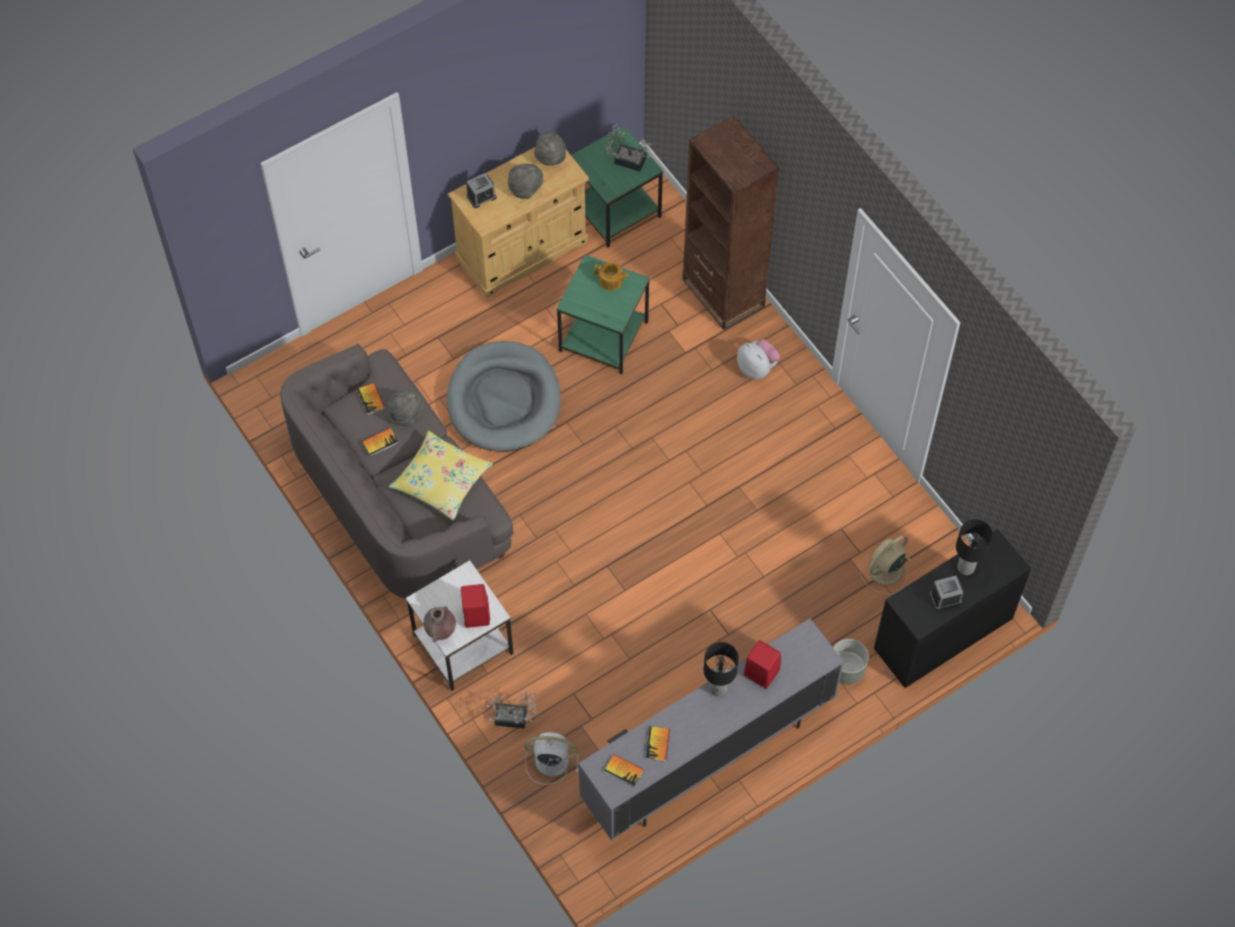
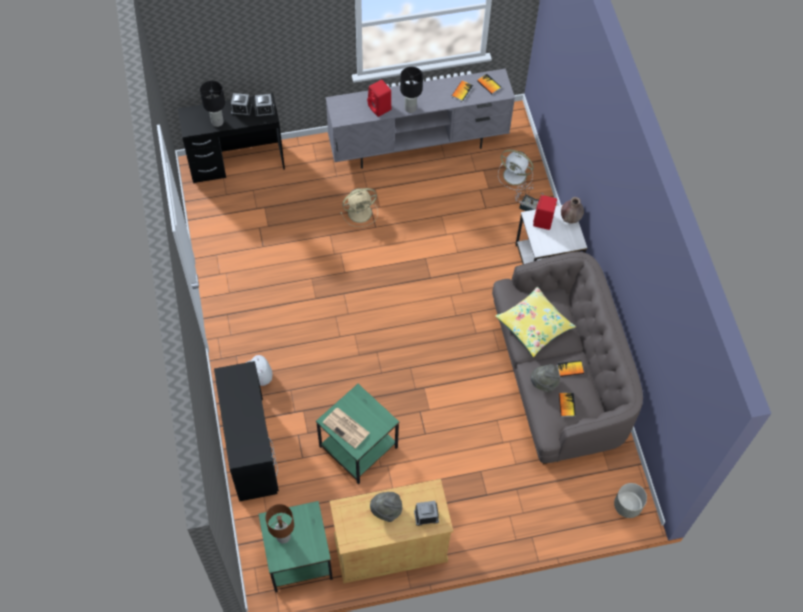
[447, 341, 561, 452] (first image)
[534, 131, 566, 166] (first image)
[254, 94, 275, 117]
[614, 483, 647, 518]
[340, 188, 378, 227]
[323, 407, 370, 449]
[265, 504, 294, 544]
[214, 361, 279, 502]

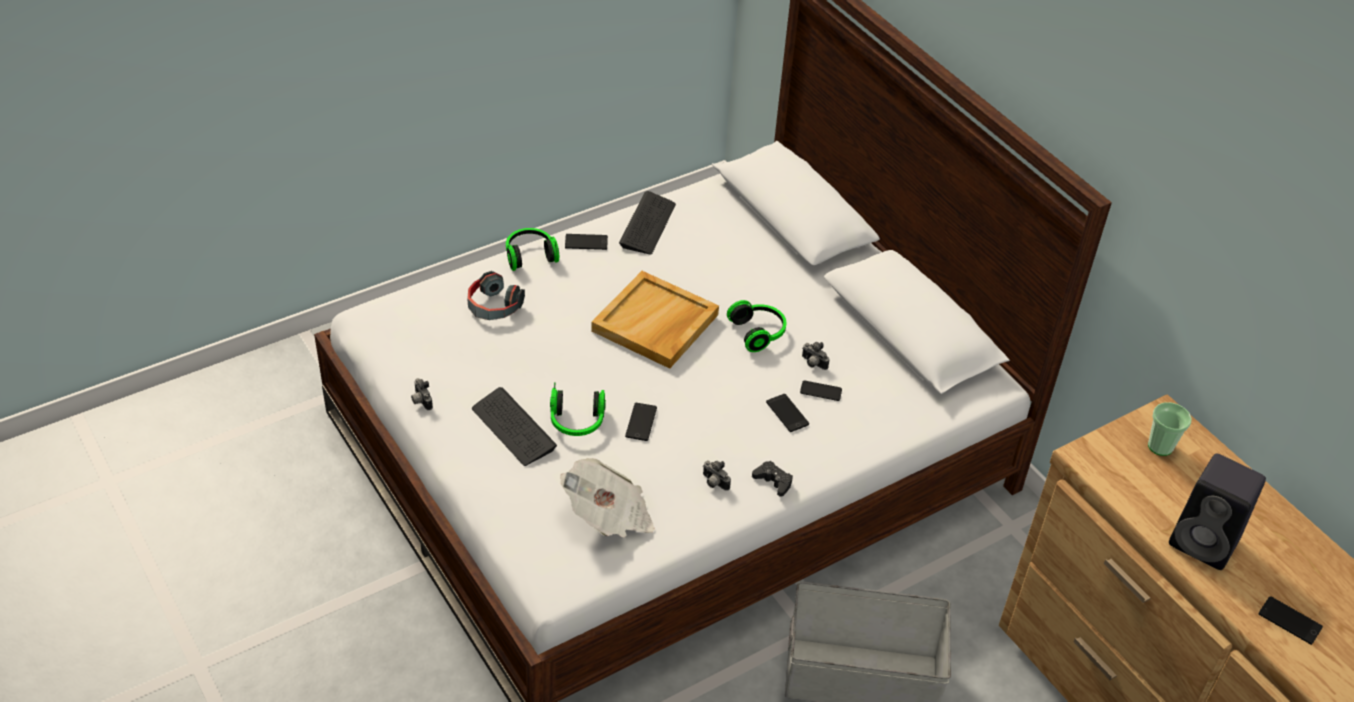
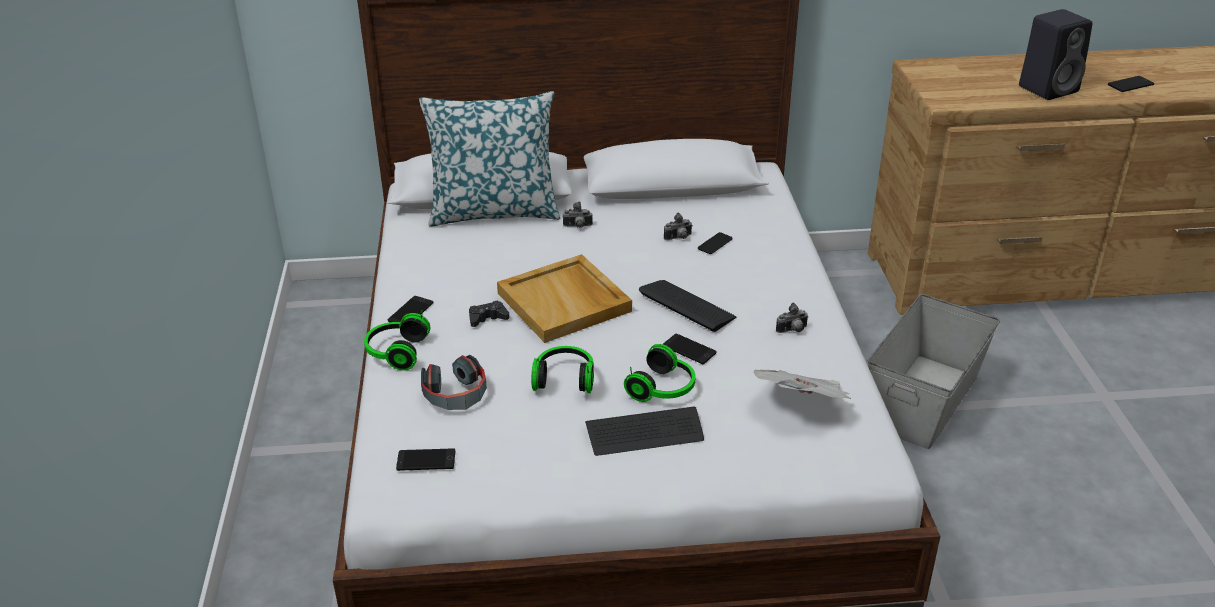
[1148, 402, 1192, 456] (first image)
[419, 91, 560, 227]
[562, 201, 593, 228]
[639, 280, 736, 332]
[531, 346, 594, 393]
[469, 301, 509, 327]
[396, 449, 455, 471]

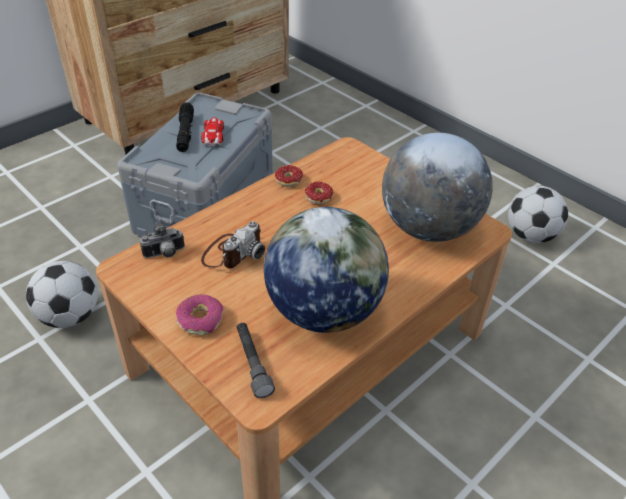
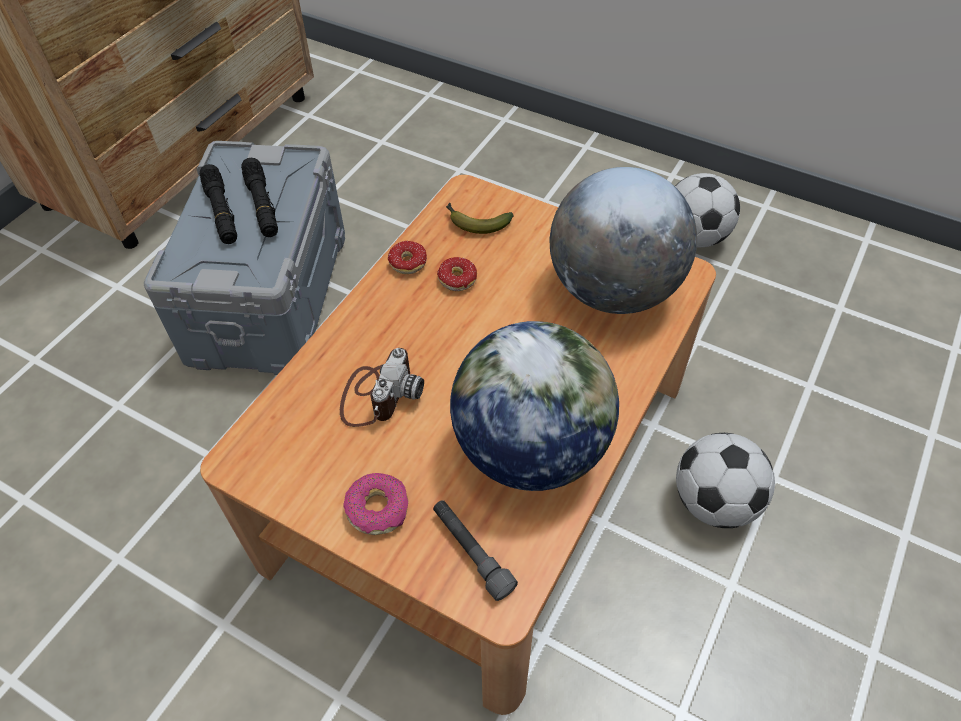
[140, 220, 185, 258] (first image)
[446, 203, 514, 234]
[676, 433, 775, 528]
[241, 158, 278, 237]

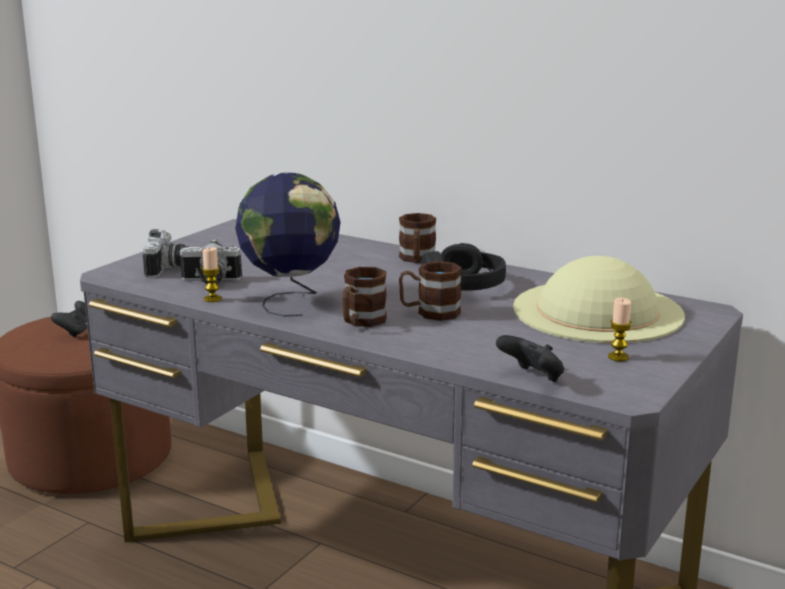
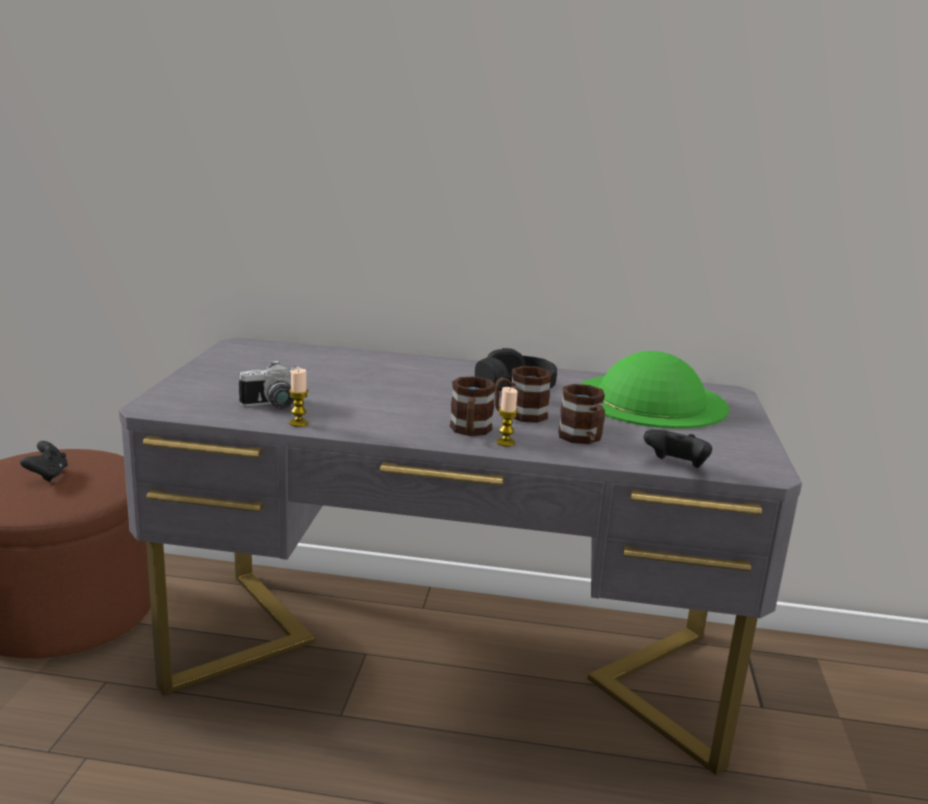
[143, 229, 189, 278] (first image)
[235, 173, 340, 317] (first image)
[558, 384, 605, 444]
[496, 387, 518, 447]
[581, 351, 729, 429]

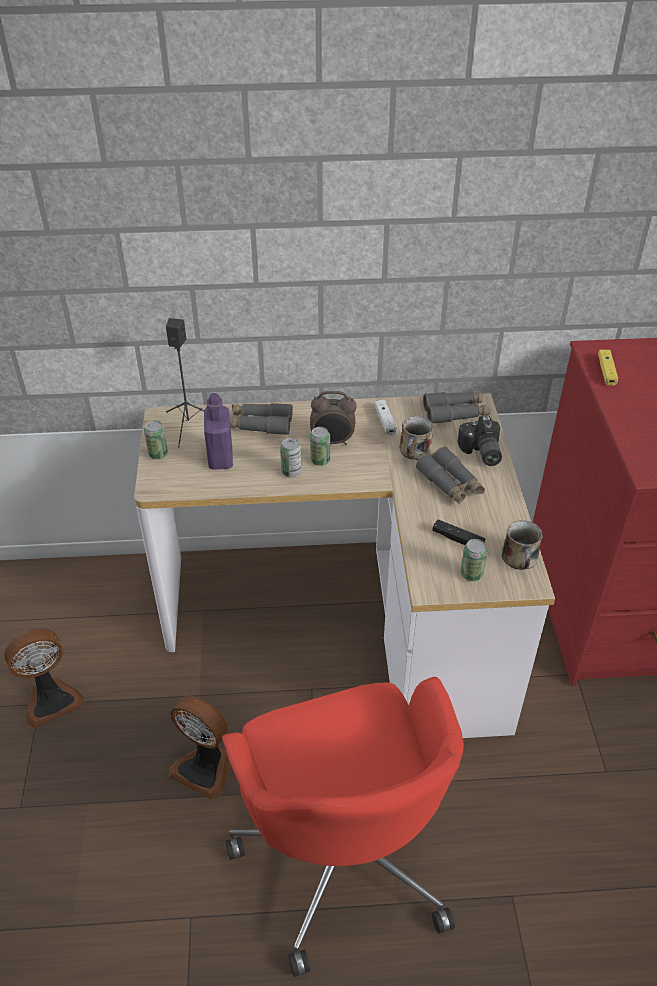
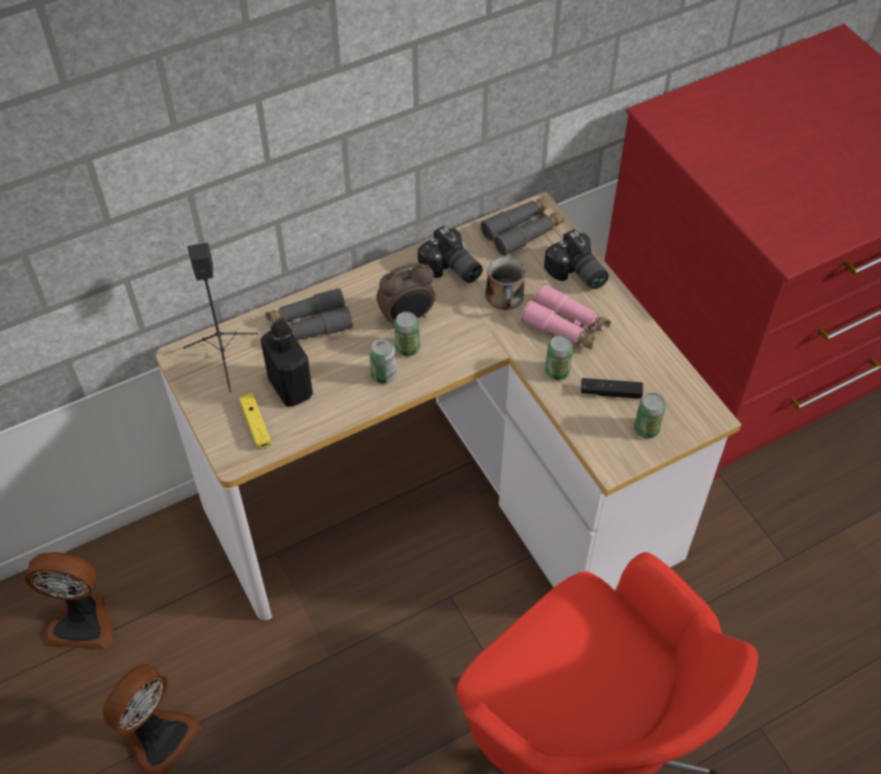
[502, 520, 543, 570] (first image)
[545, 335, 573, 381]
[25, 552, 113, 650]
[239, 393, 271, 450]
[418, 226, 483, 283]
[261, 320, 313, 407]
[521, 284, 611, 350]

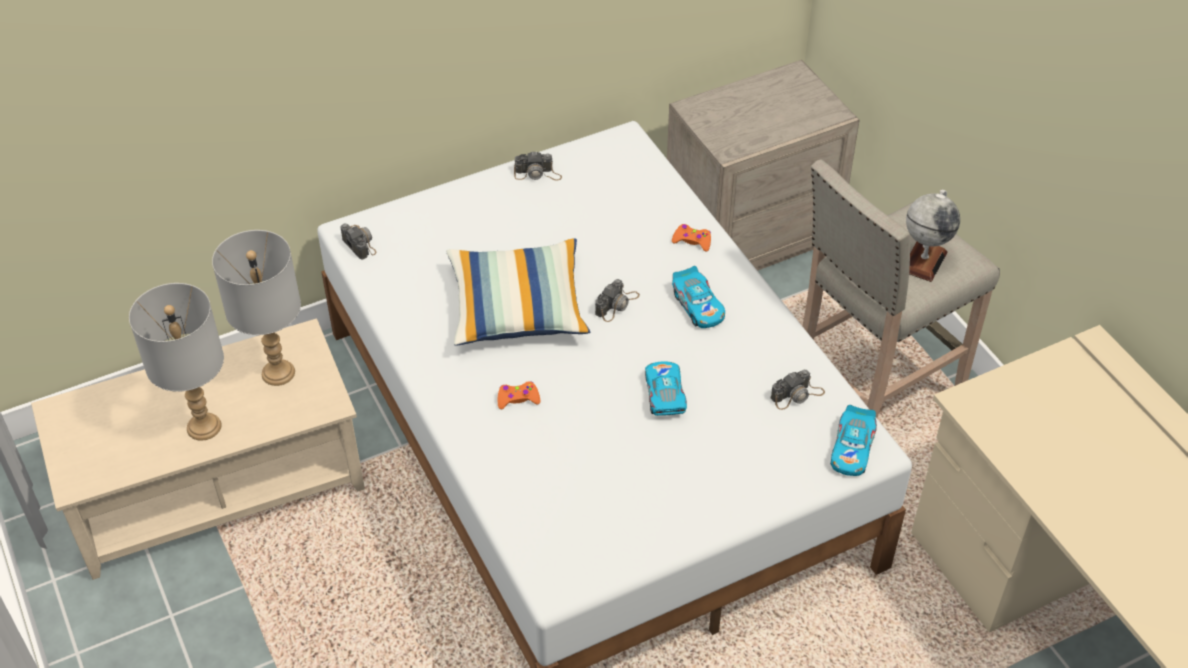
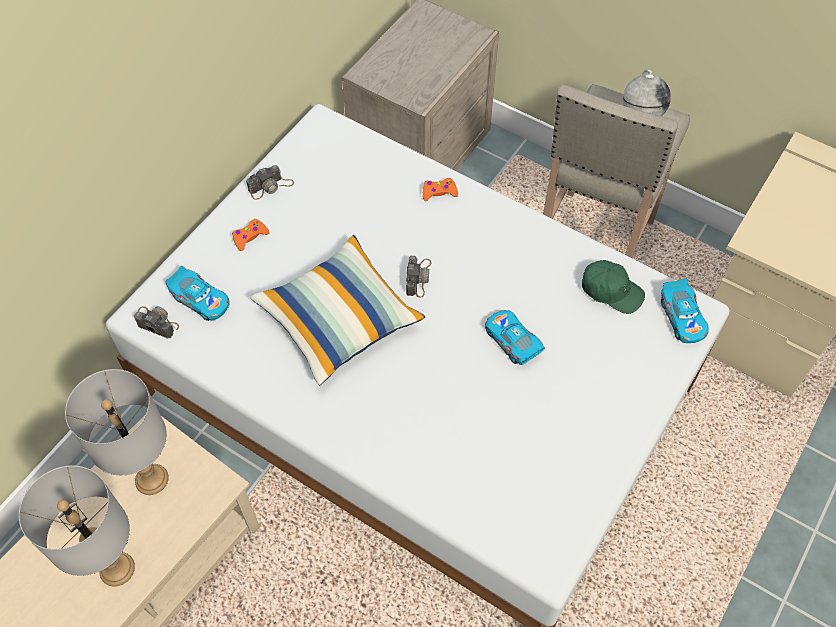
[232, 219, 270, 251]
[165, 266, 230, 321]
[582, 260, 645, 314]

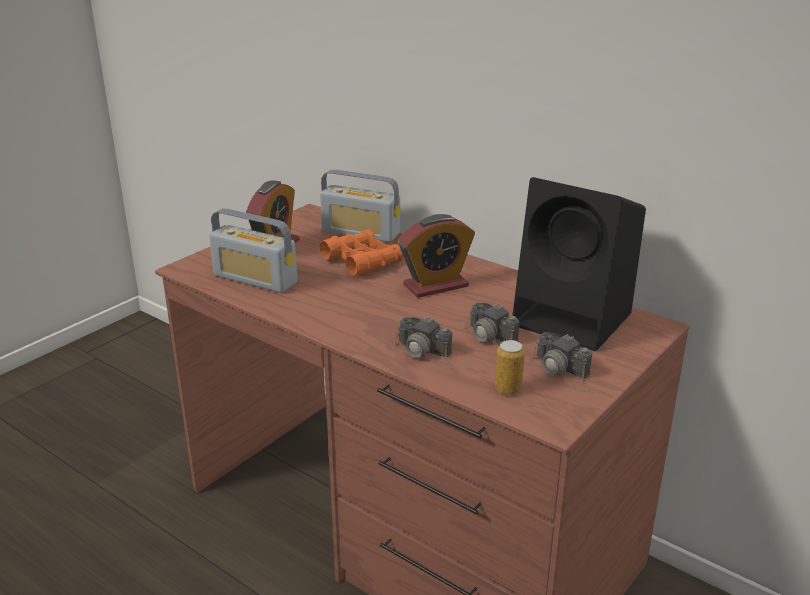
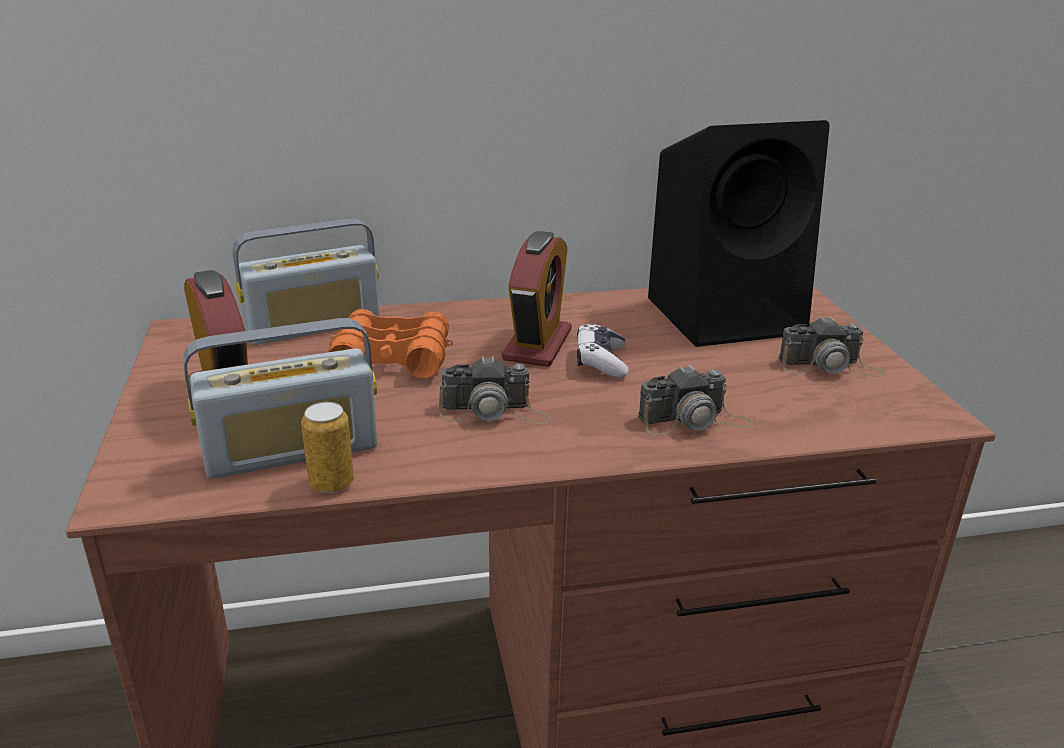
[577, 323, 629, 378]
[439, 356, 551, 424]
[301, 402, 354, 493]

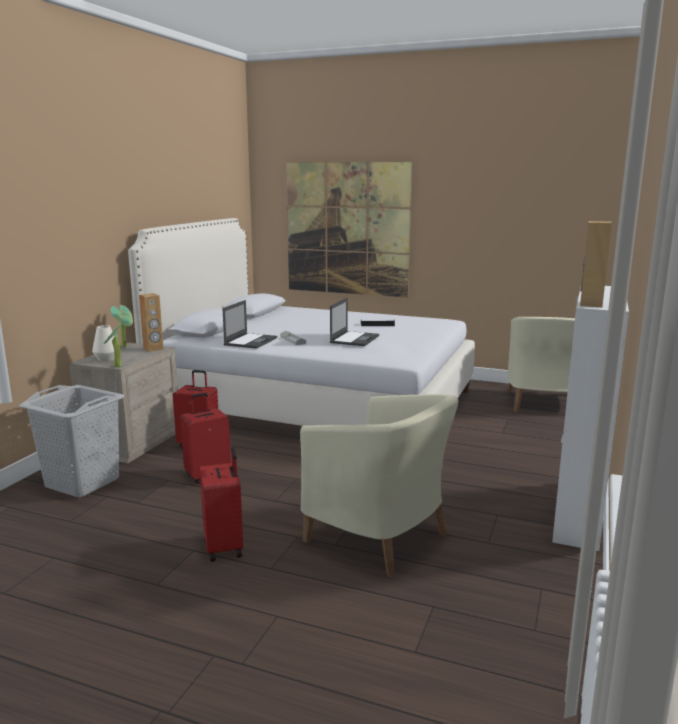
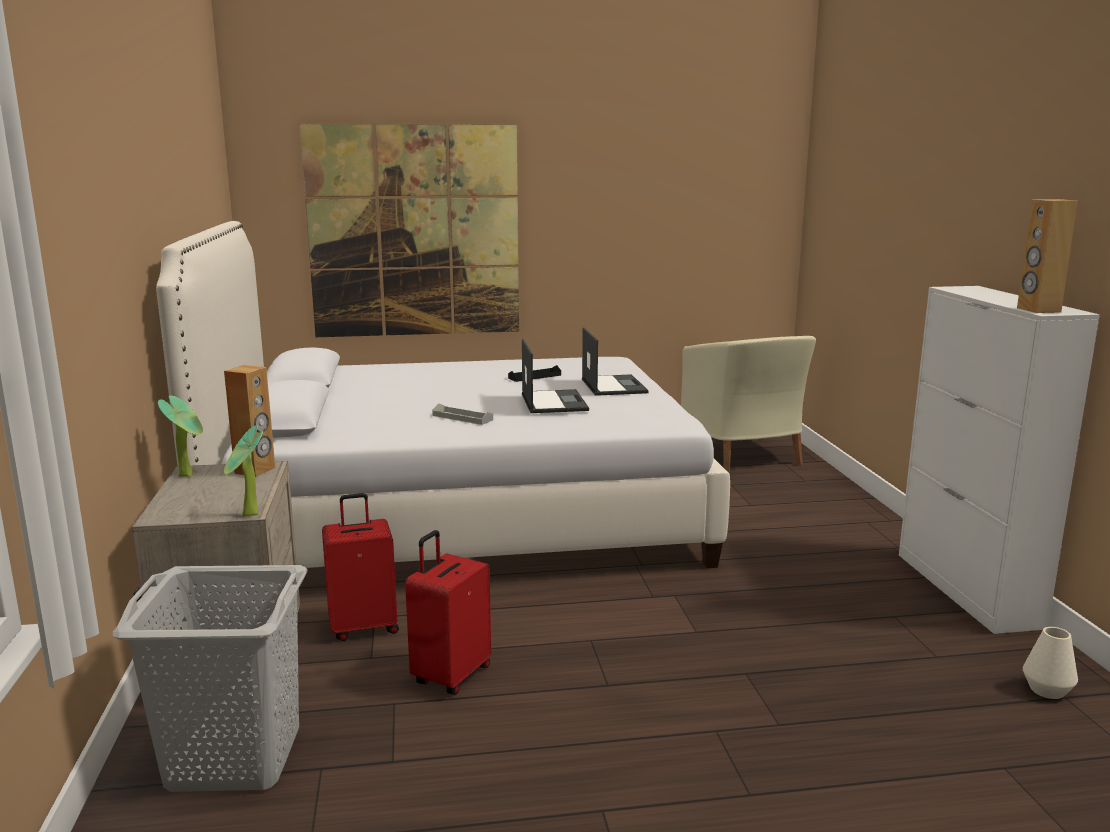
[200, 447, 243, 562] (first image)
[300, 394, 458, 577] (first image)
[1023, 627, 1078, 699]
[582, 327, 649, 396]

